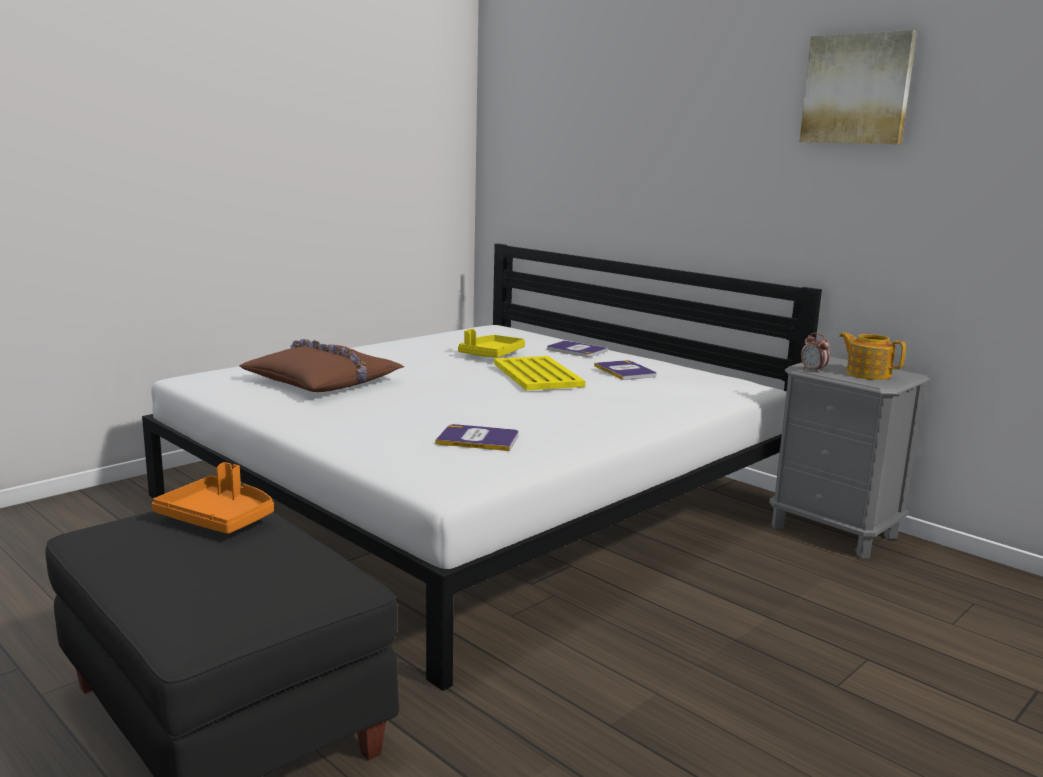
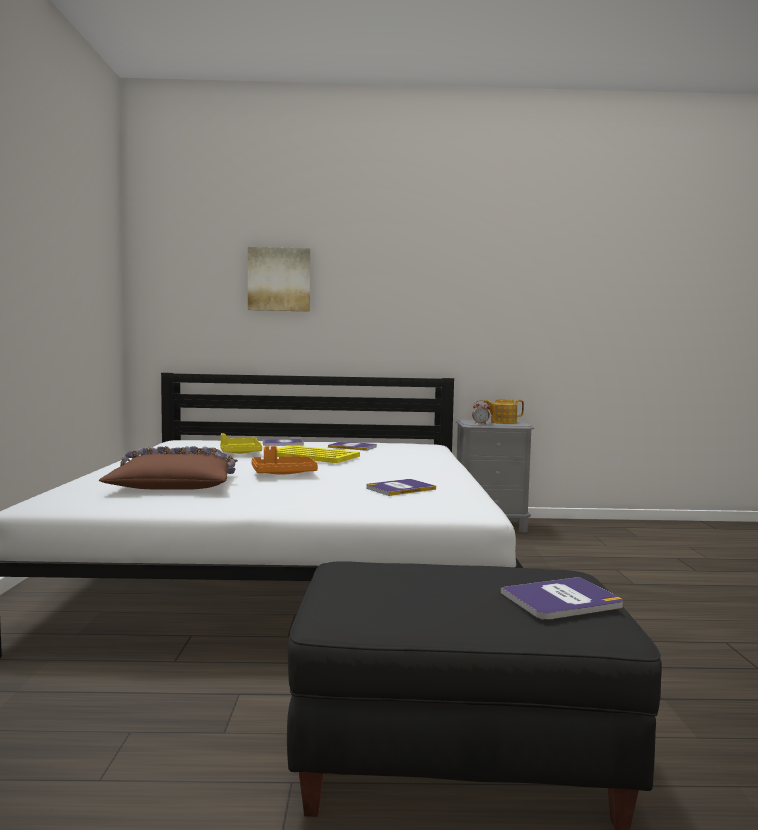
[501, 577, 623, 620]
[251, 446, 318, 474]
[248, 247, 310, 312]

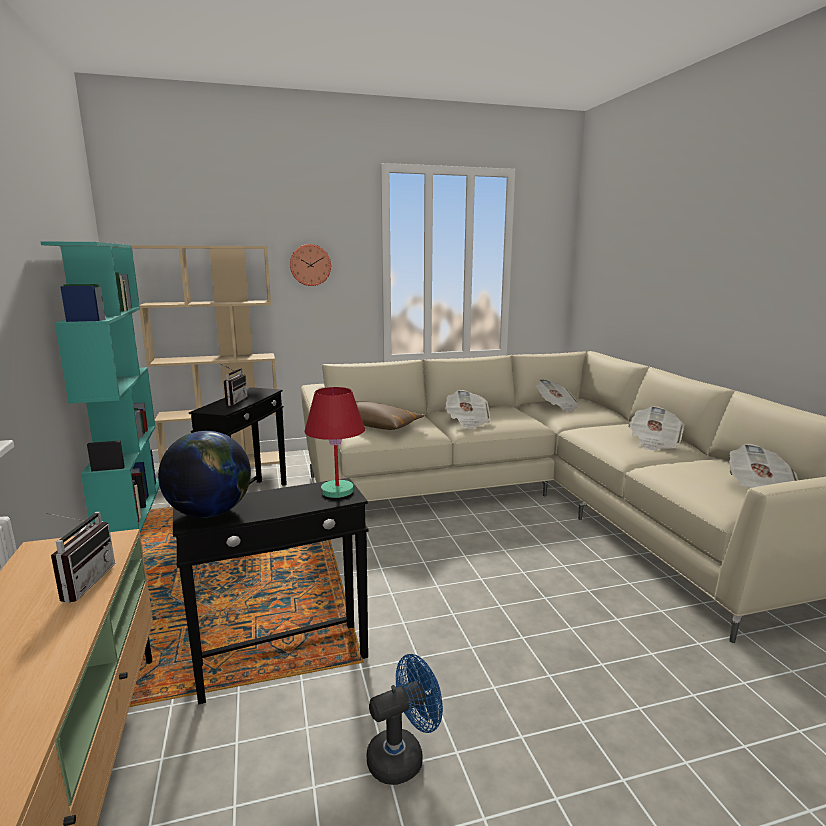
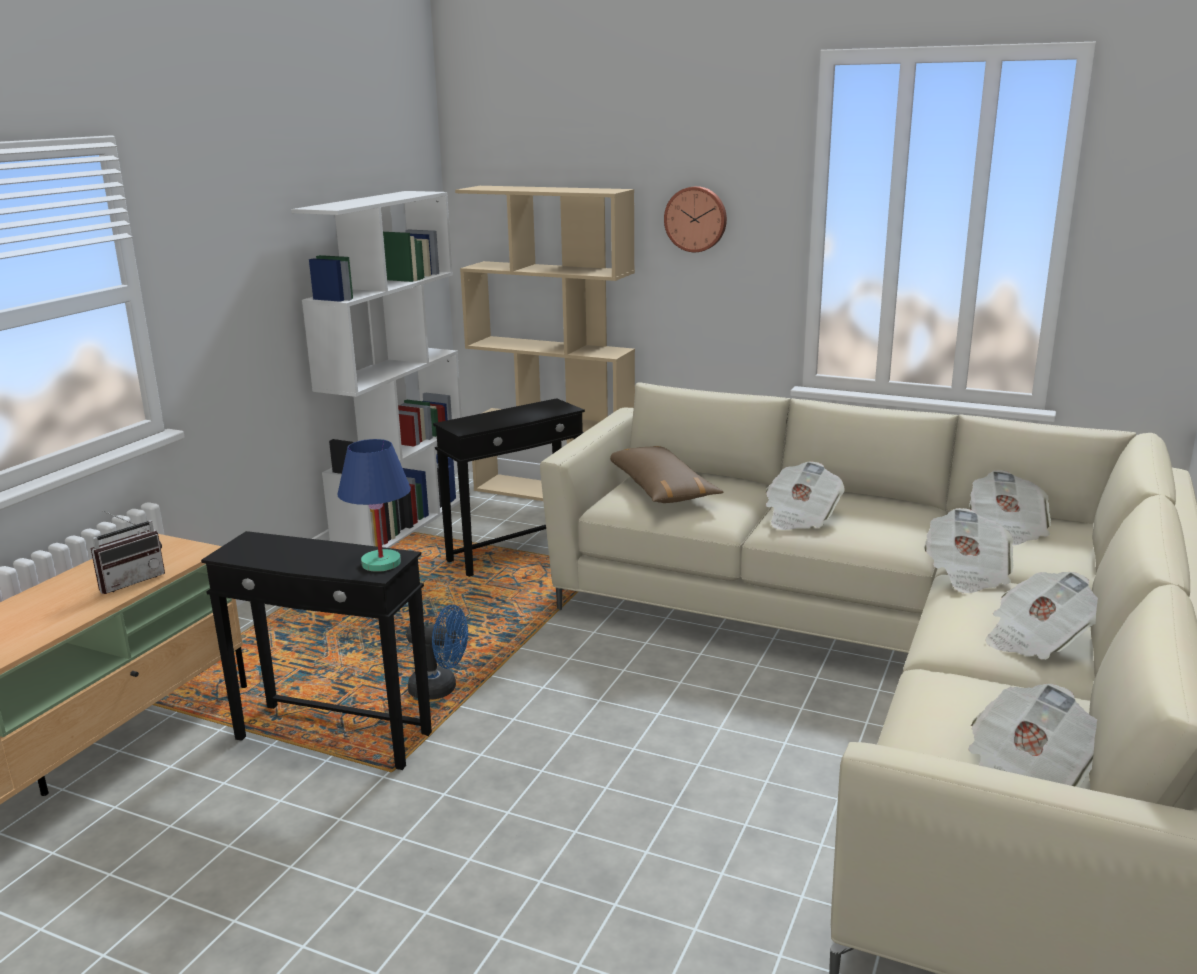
[158, 431, 251, 518] (first image)
[219, 363, 248, 406] (first image)
[924, 508, 1013, 593]
[406, 605, 468, 700]
[291, 191, 462, 548]
[337, 439, 411, 572]

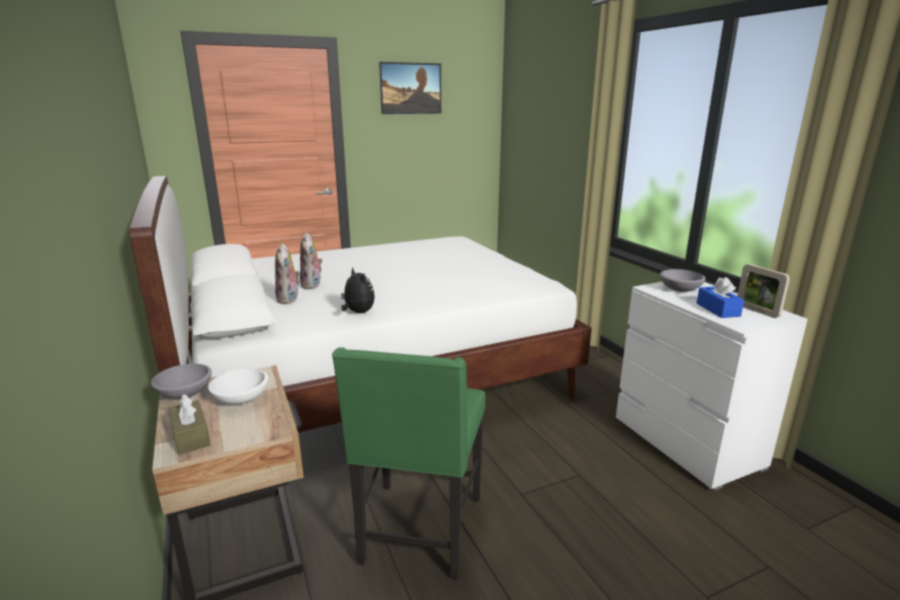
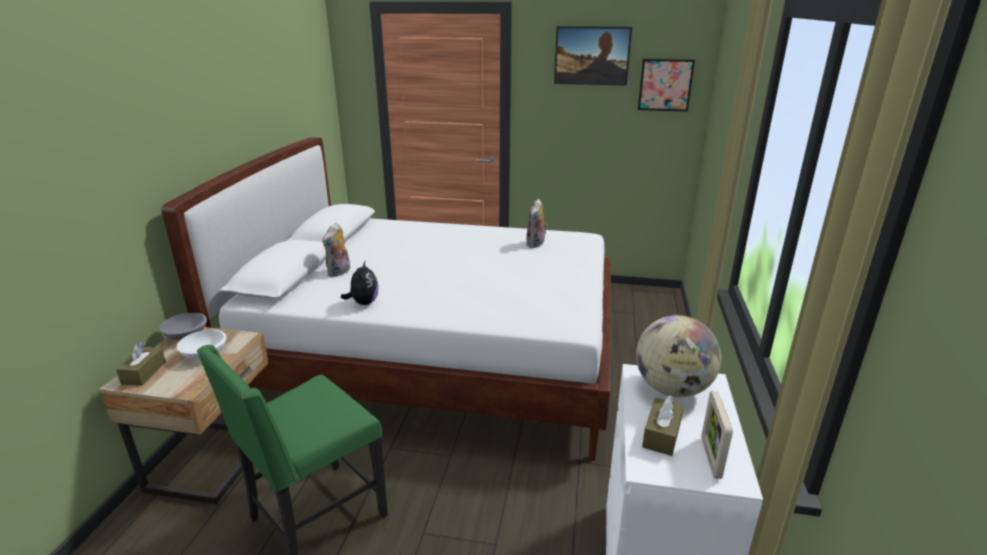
[638, 59, 695, 112]
[526, 199, 548, 248]
[636, 315, 721, 397]
[642, 395, 684, 456]

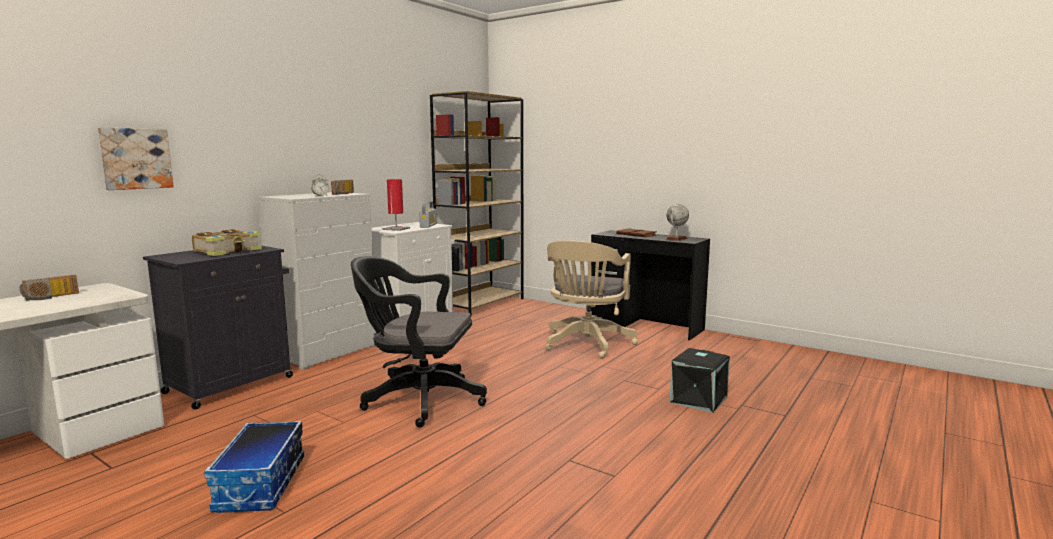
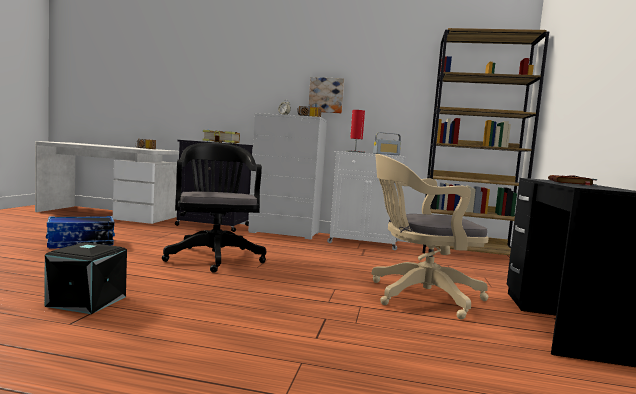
[665, 203, 689, 241] (first image)
[308, 77, 344, 113]
[44, 242, 127, 314]

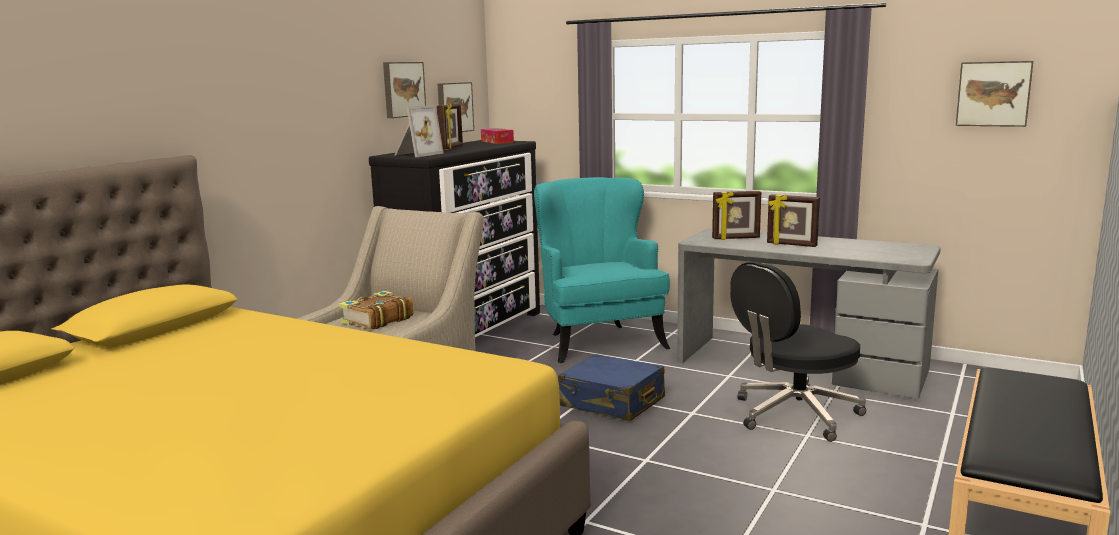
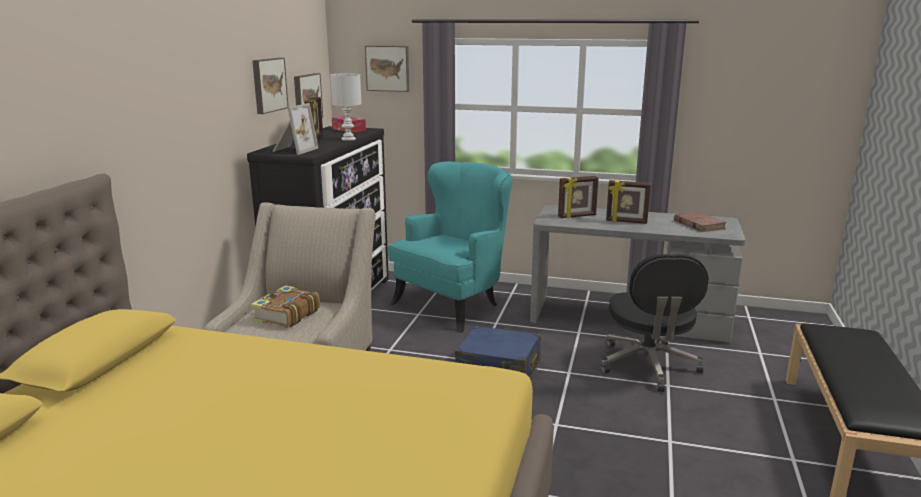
[330, 73, 361, 141]
[674, 212, 727, 232]
[365, 46, 409, 92]
[388, 161, 513, 333]
[600, 254, 708, 392]

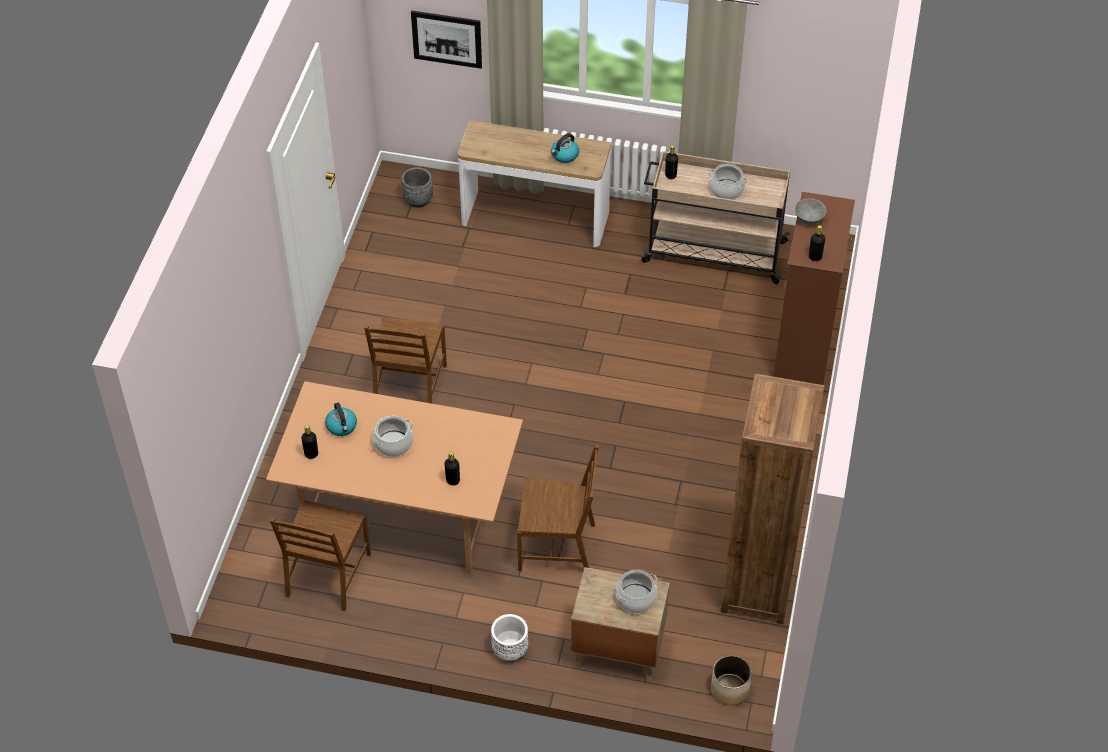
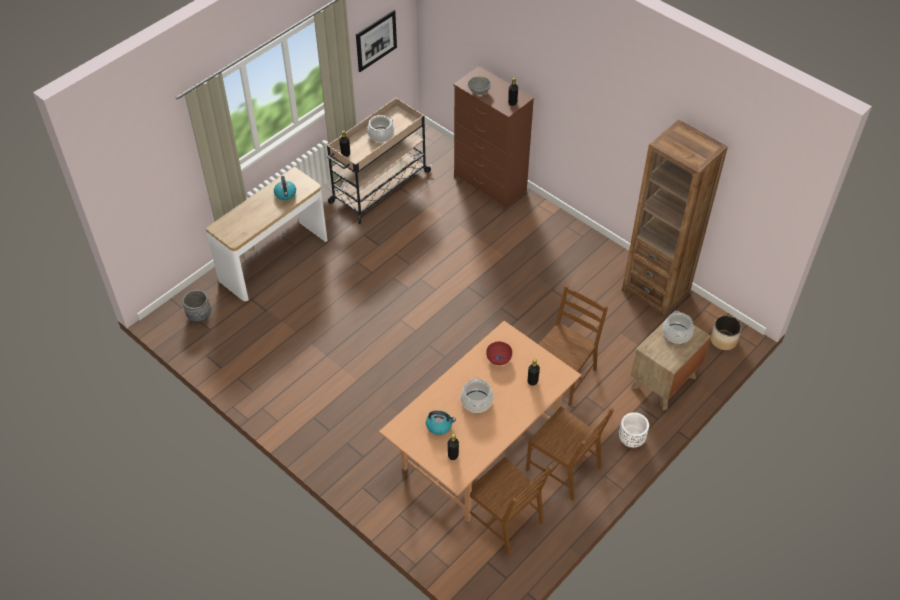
[486, 342, 512, 365]
[526, 407, 615, 501]
[356, 10, 397, 72]

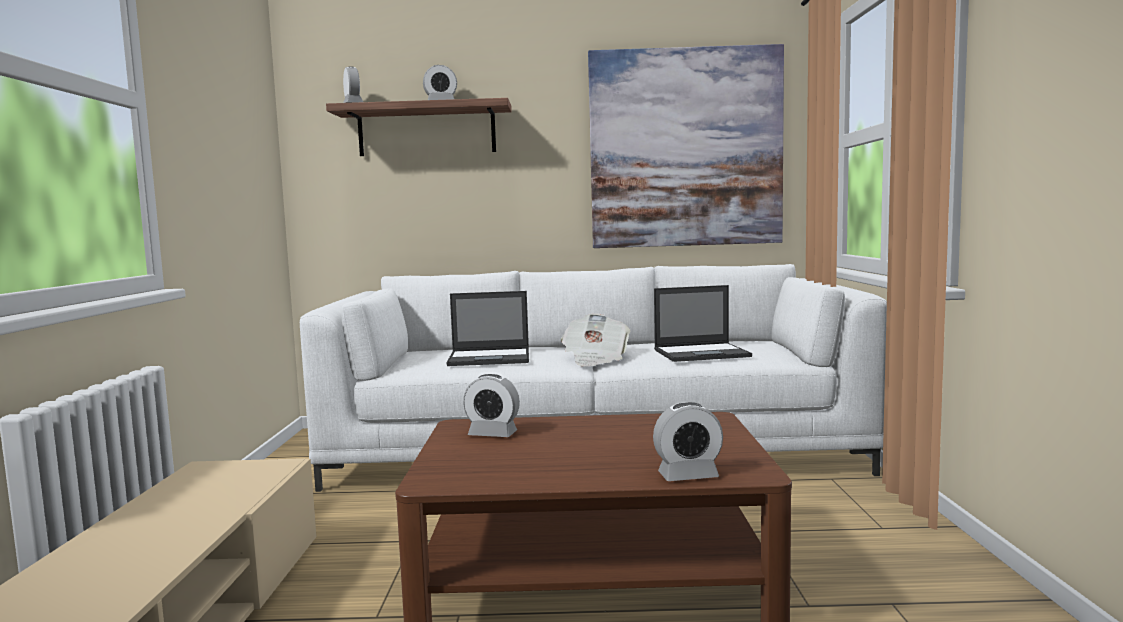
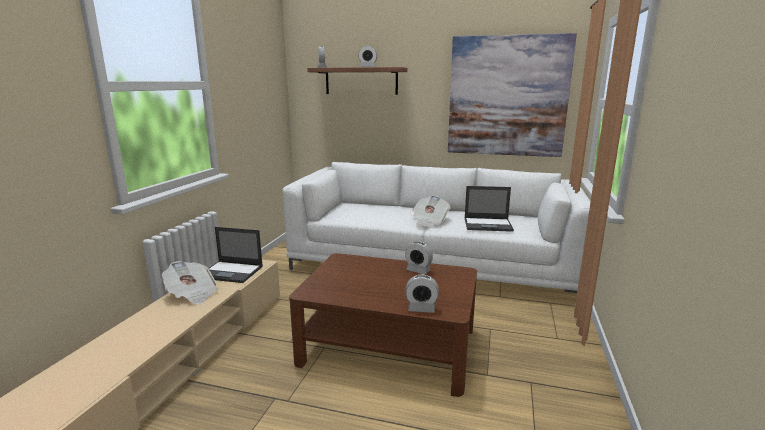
[162, 261, 218, 305]
[208, 227, 263, 283]
[405, 242, 433, 274]

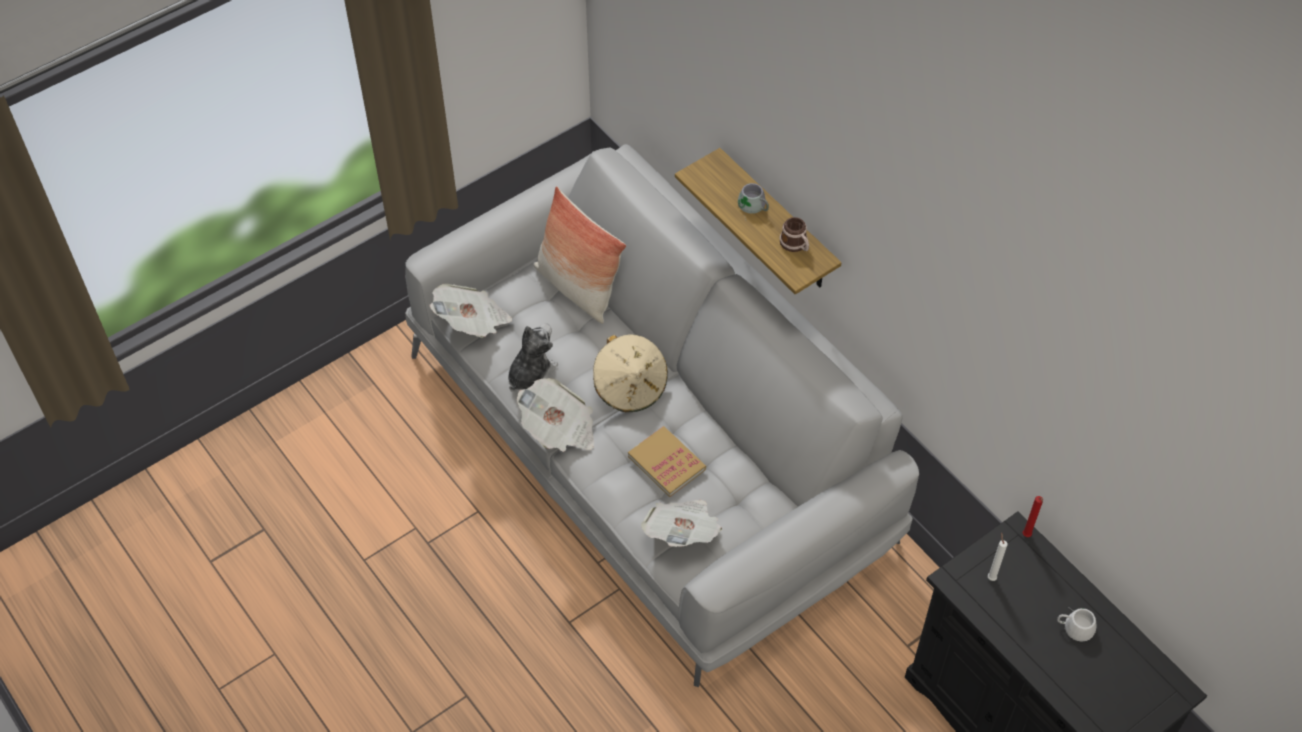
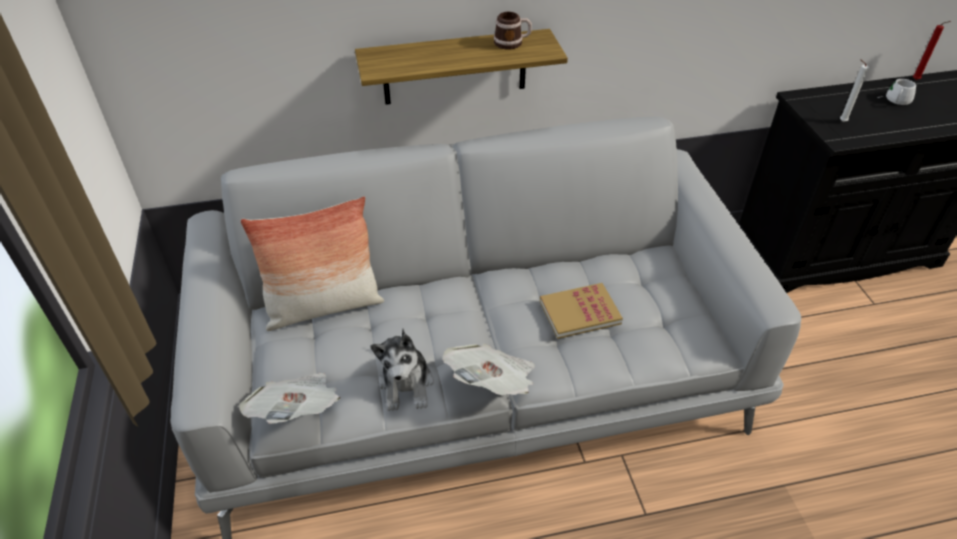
[593, 334, 668, 412] (first image)
[641, 500, 722, 547] (first image)
[738, 183, 769, 219] (first image)
[913, 21, 951, 80]
[370, 328, 434, 411]

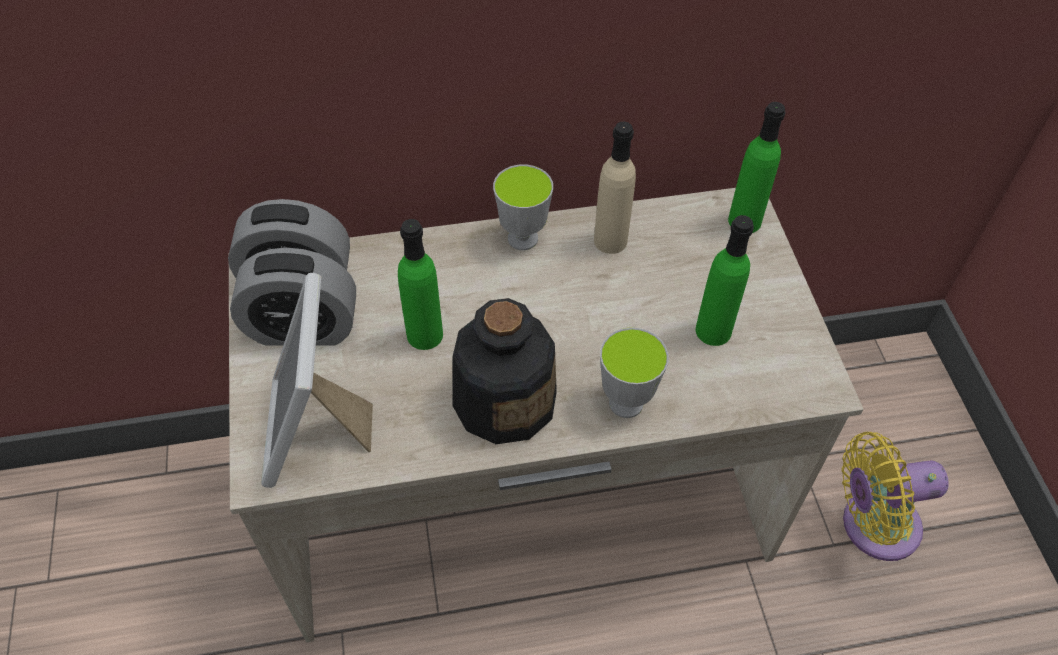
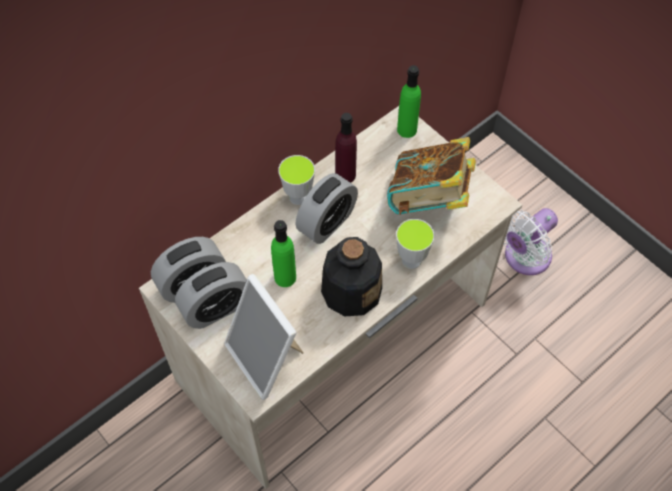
[296, 173, 358, 244]
[387, 137, 476, 214]
[335, 113, 357, 183]
[504, 208, 558, 275]

